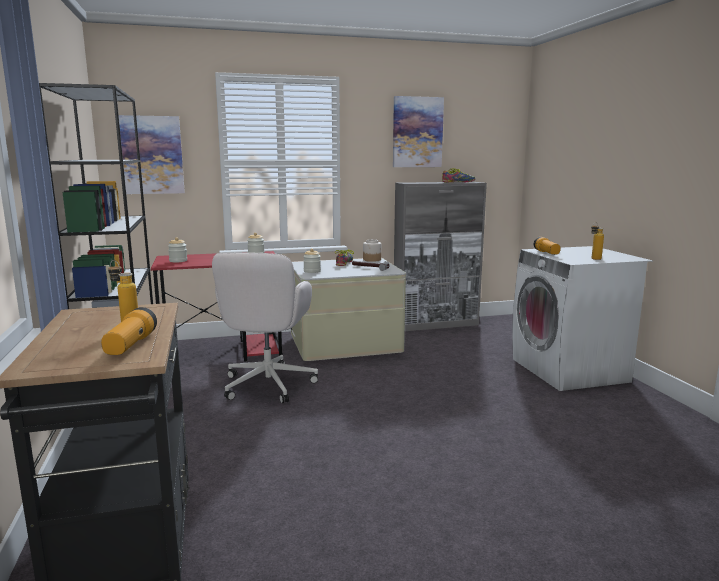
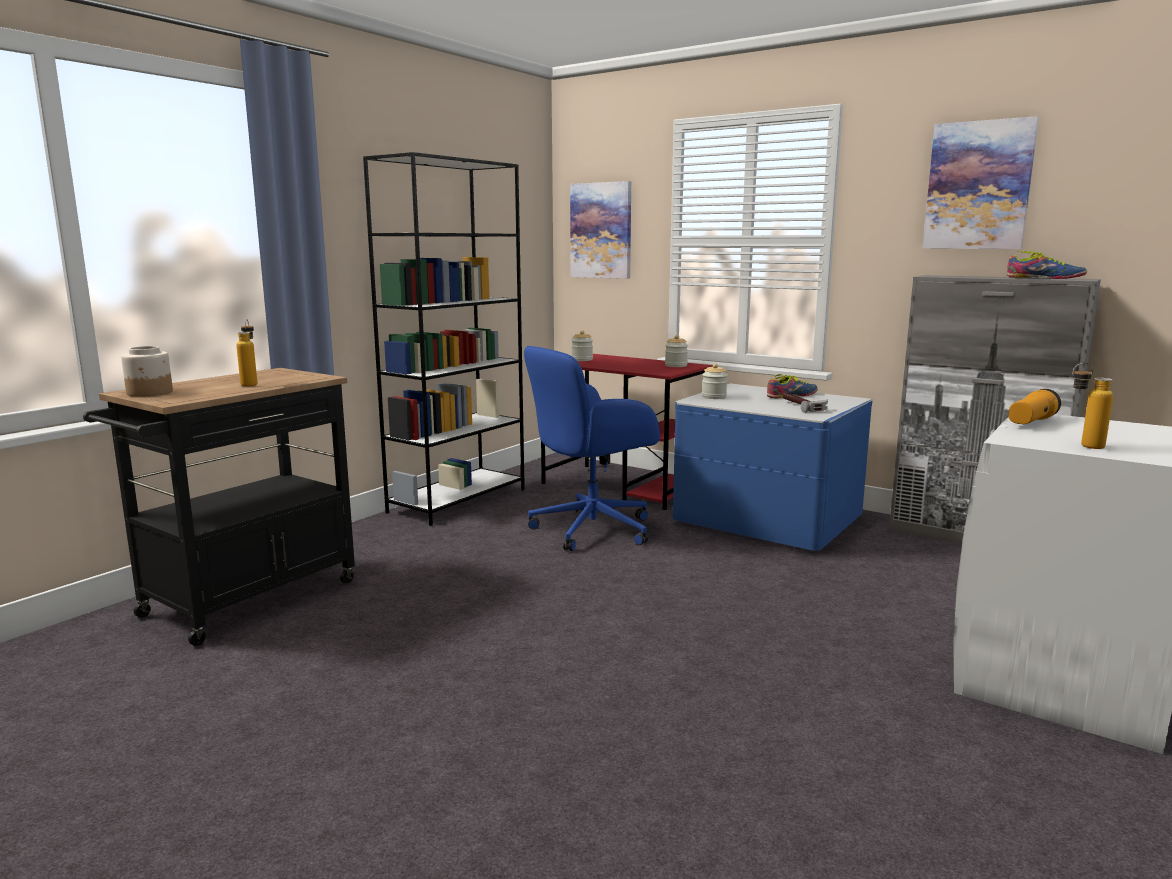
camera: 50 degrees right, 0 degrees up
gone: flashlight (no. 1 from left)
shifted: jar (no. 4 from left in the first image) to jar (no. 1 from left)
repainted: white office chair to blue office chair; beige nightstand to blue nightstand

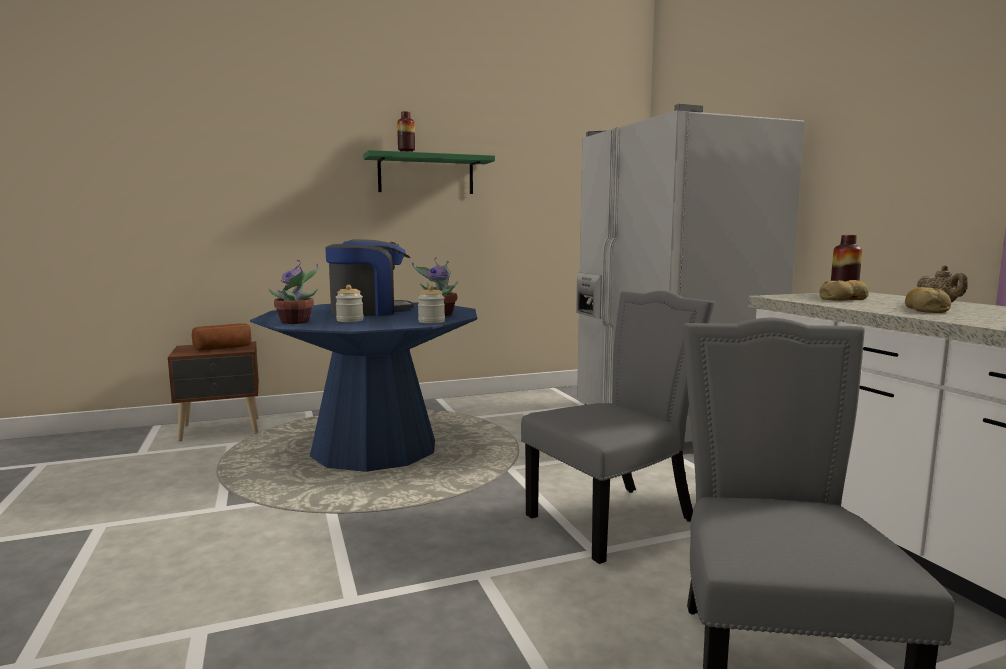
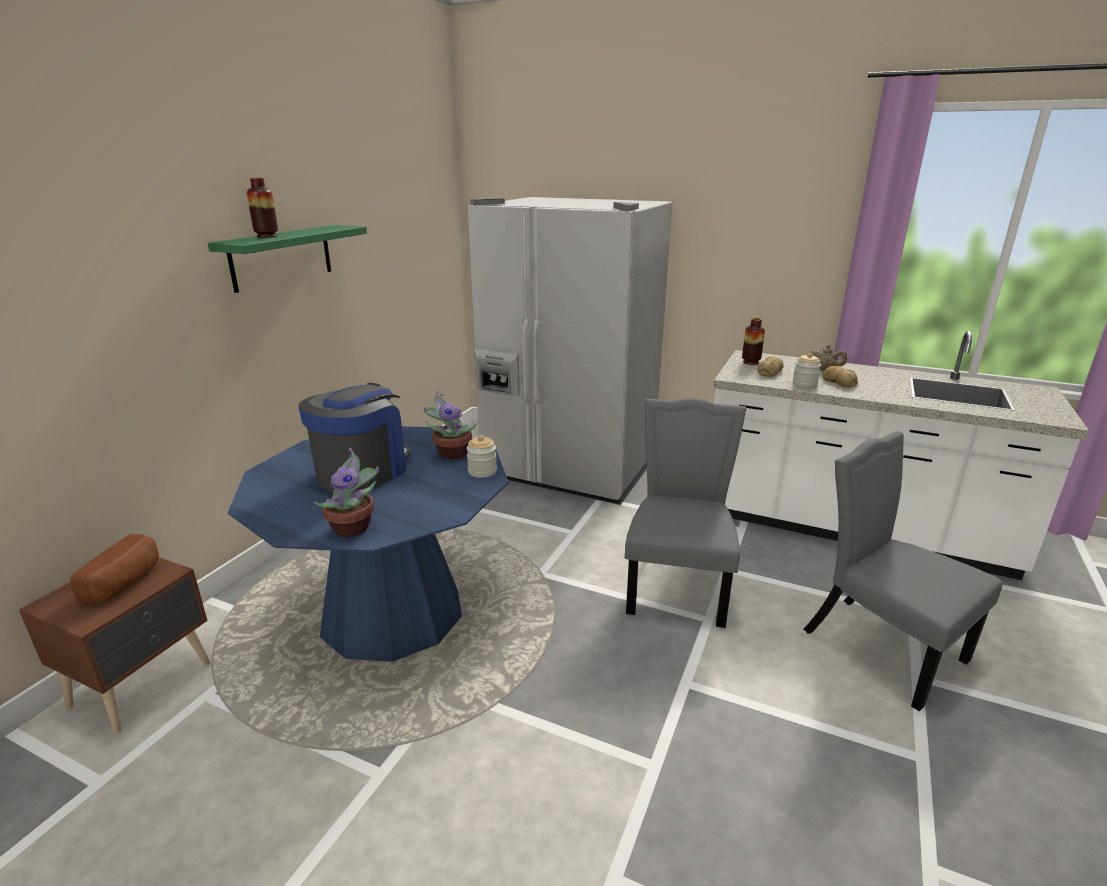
camera: 45 degrees left, 15 degrees up
shifted: jar (no. 1 from left in the first image) to jar (no. 2 from left)

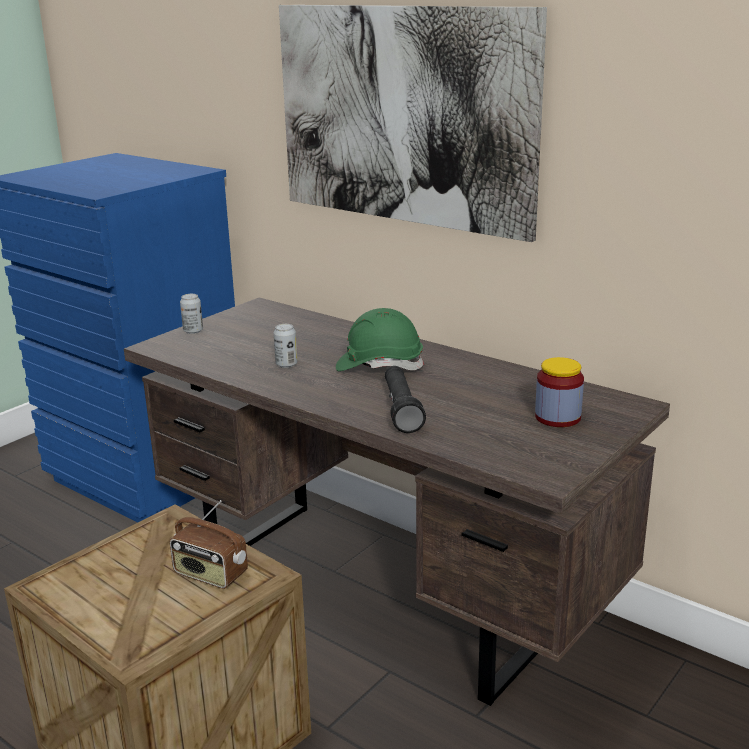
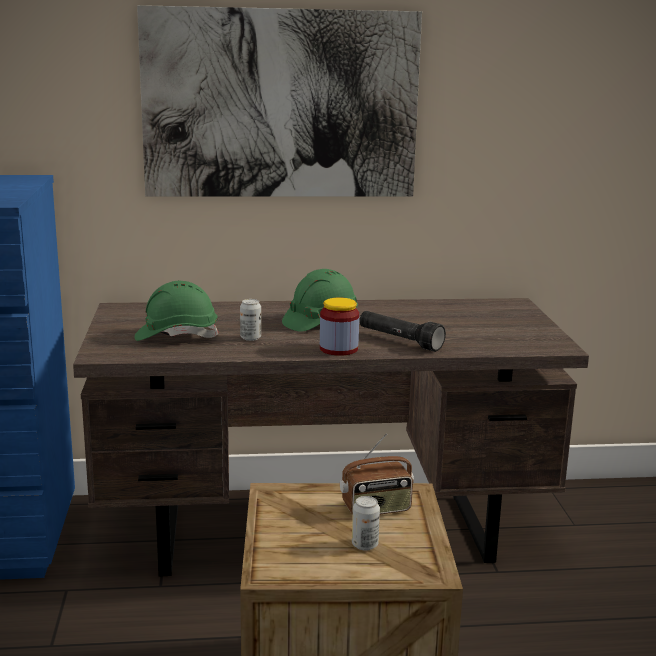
camera: 45 degrees left, 5 degrees down
new: green hard hat (no. 1 from left)
shifted: jar; can (no. 1 from left in the first image) to can (no. 2 from left)

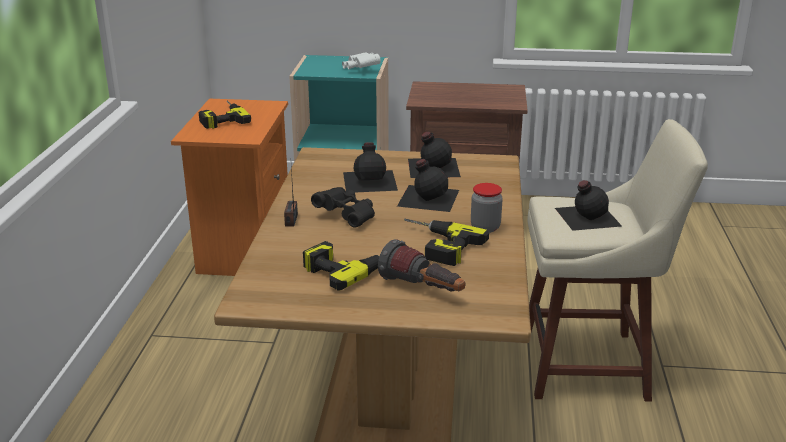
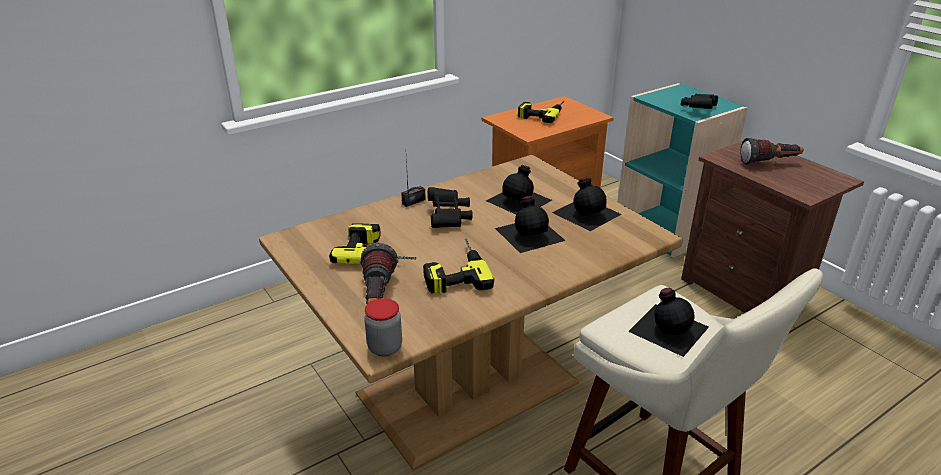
camera: 50 degrees right, 5 degrees up
new: flashlight (no. 2 from left)
shifted: jar
repainted: white binoculars to black binoculars (no. 2 from left)

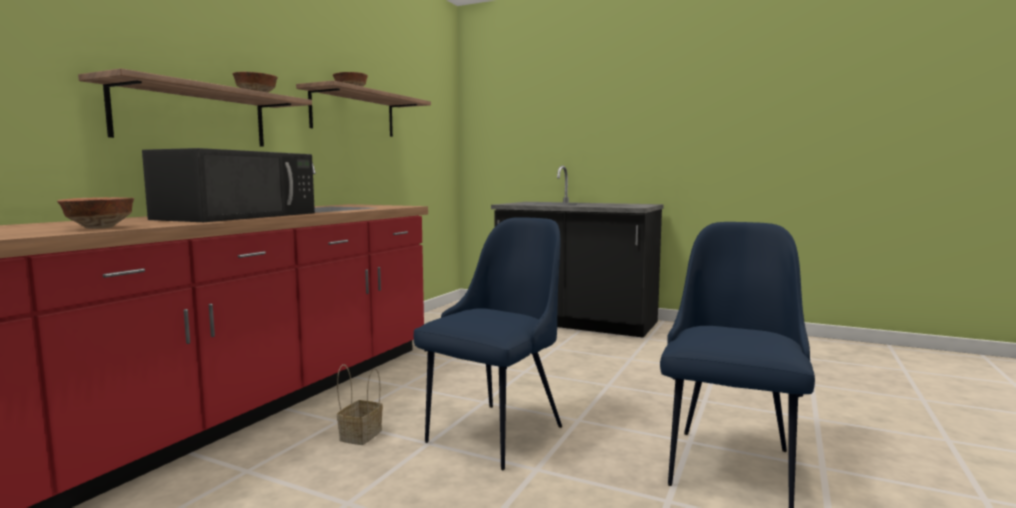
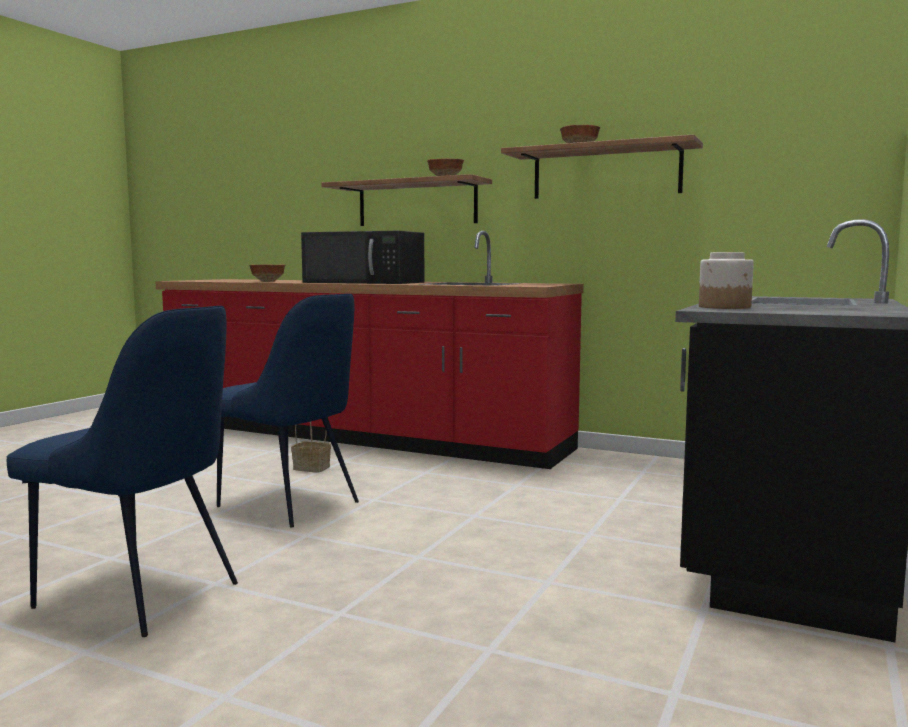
camera: 90 degrees right, 0 degrees up
new: jar

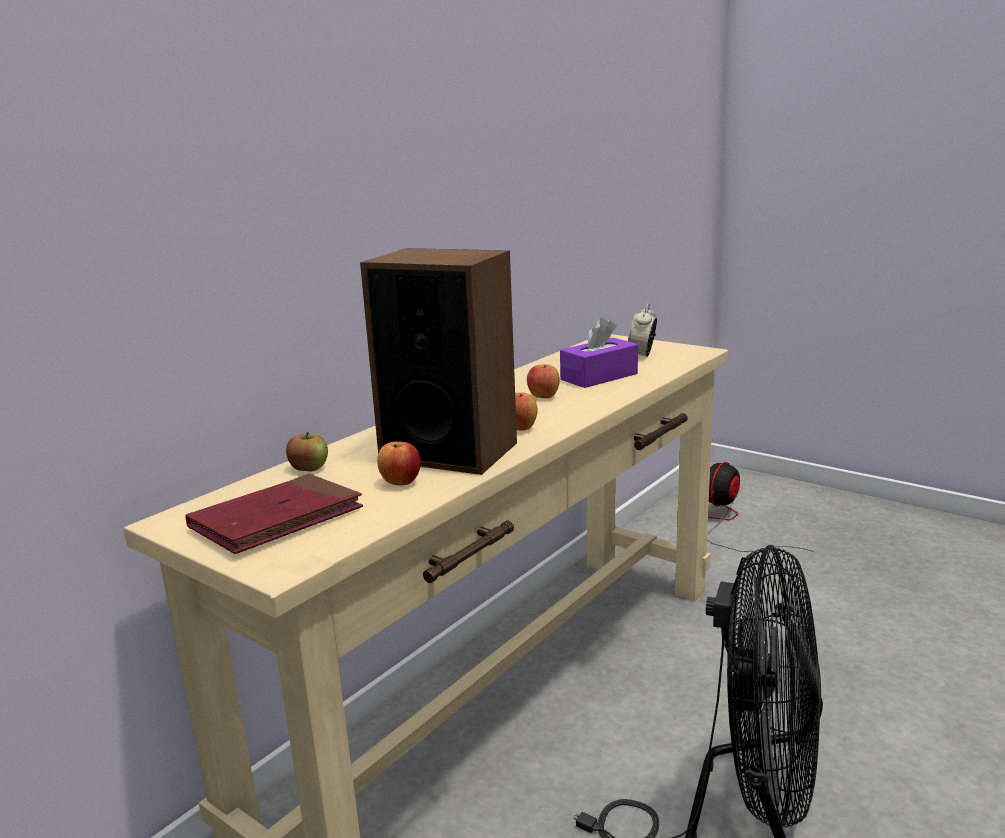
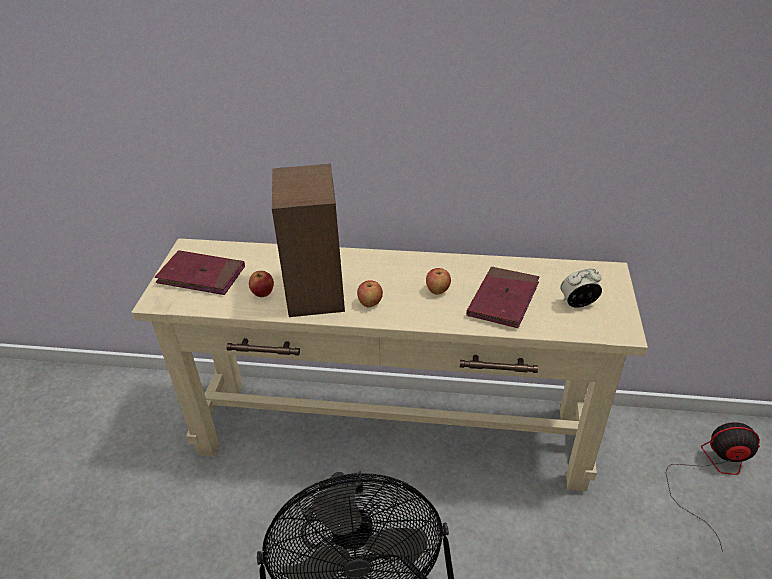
camera: 60 degrees right, 20 degrees up
gone: apple (no. 1 from left)
swapped: purple tissue box to red book (no. 2 from left)

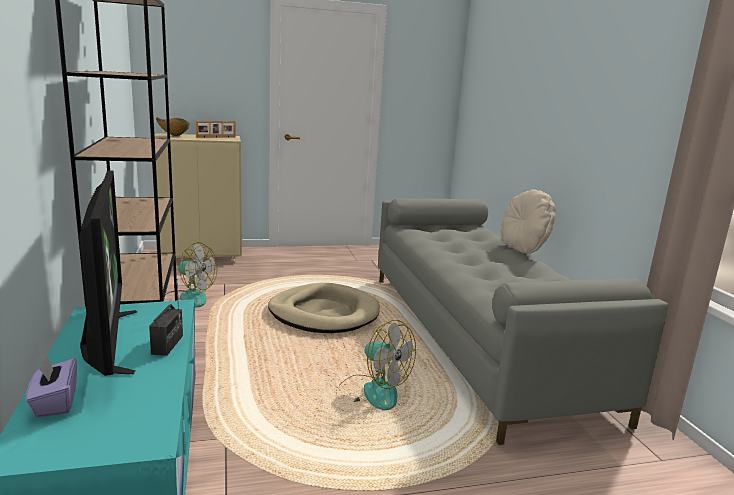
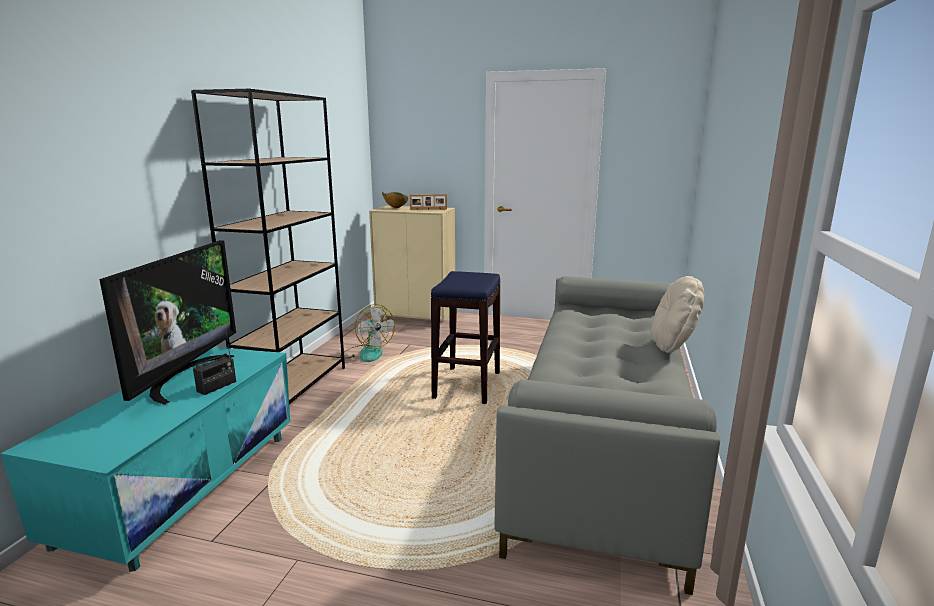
camera: 30 degrees right, 0 degrees up
gone: purple tissue box; fan (no. 2 from left)
swapped: beige dog bed to stool

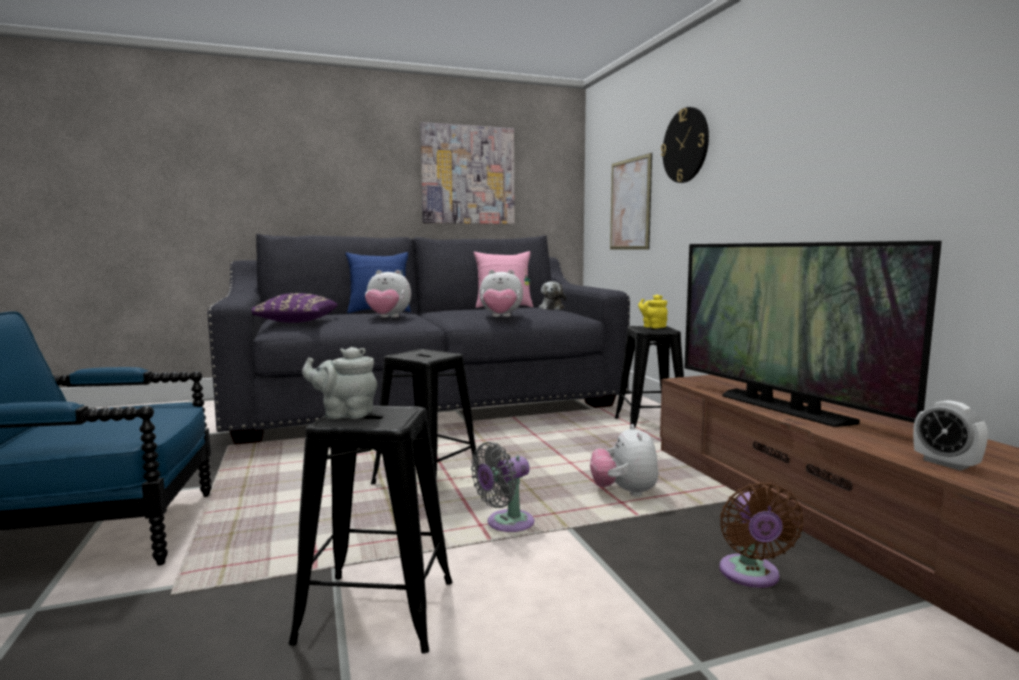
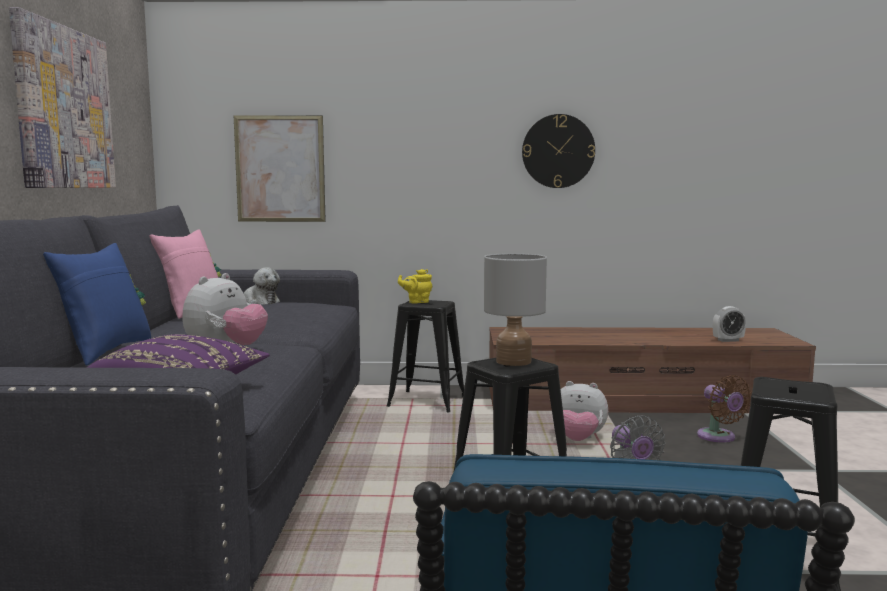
camera: 70 degrees left, 0 degrees up
gone: grey teapot; plush toy (no. 2 from left); television
new: grey table lamp
shifted: wall clock
rotated: brown fan 45 degrees clockwise

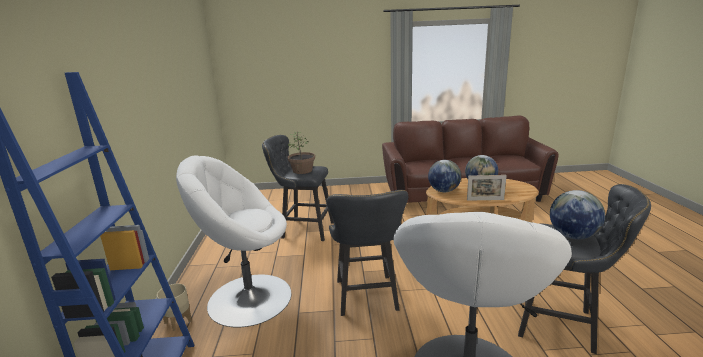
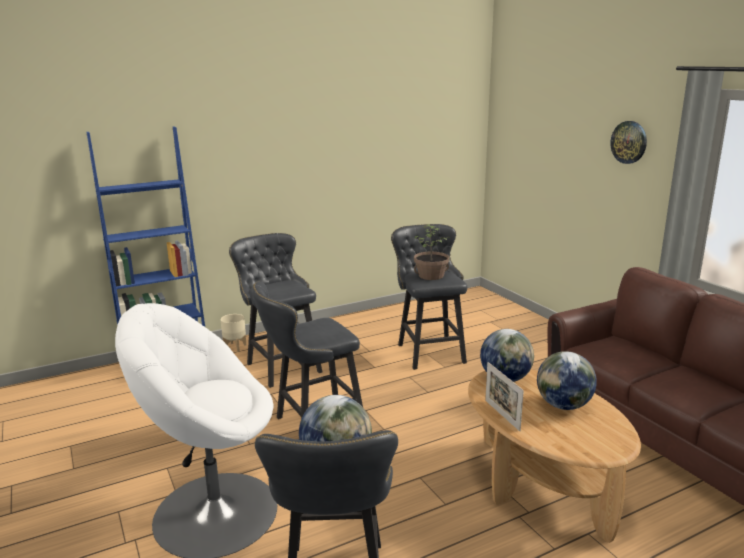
camera: 65 degrees right, 0 degrees up
new: wall clock
swapped: white armchair (no. 1 from left) to grey stool (no. 1 from left)

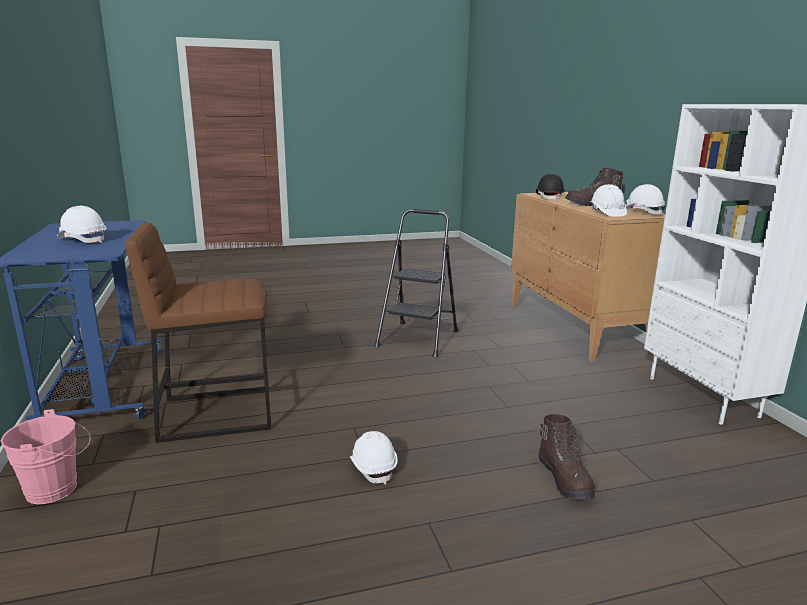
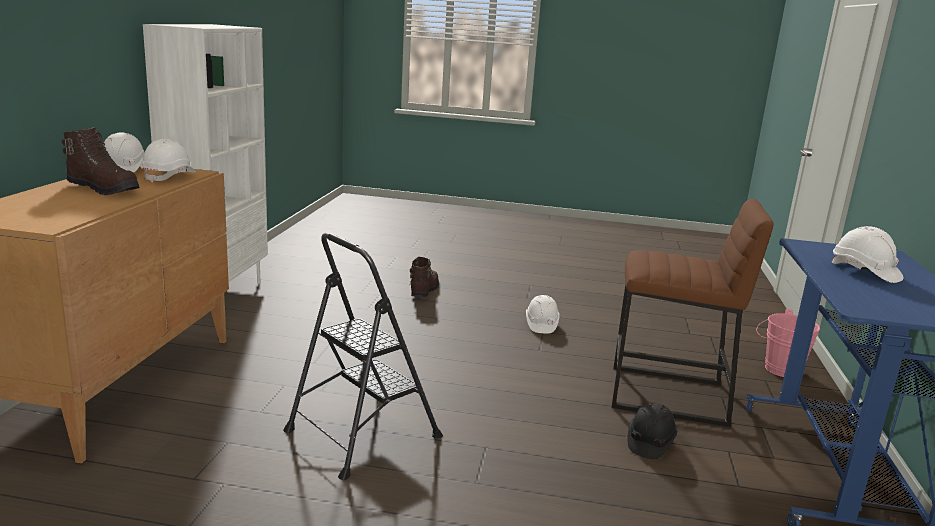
camera: 155 degrees left, 0 degrees up
shifted: black hard hat

